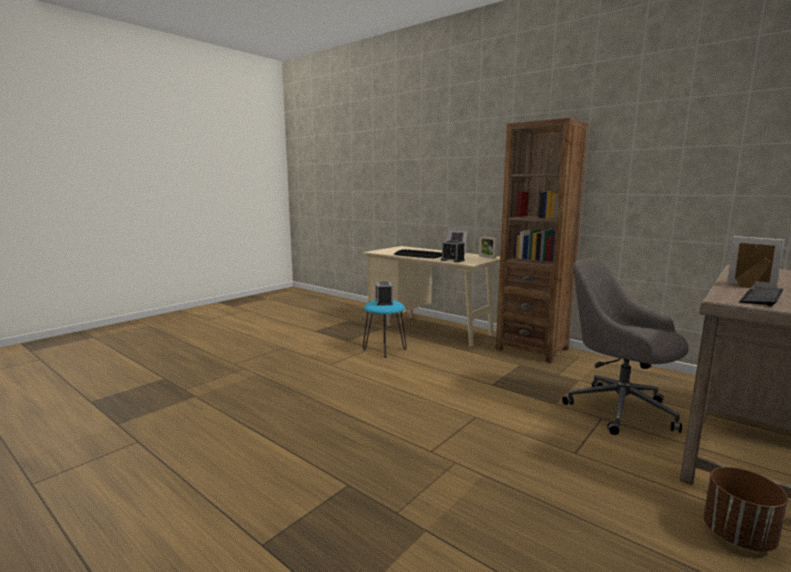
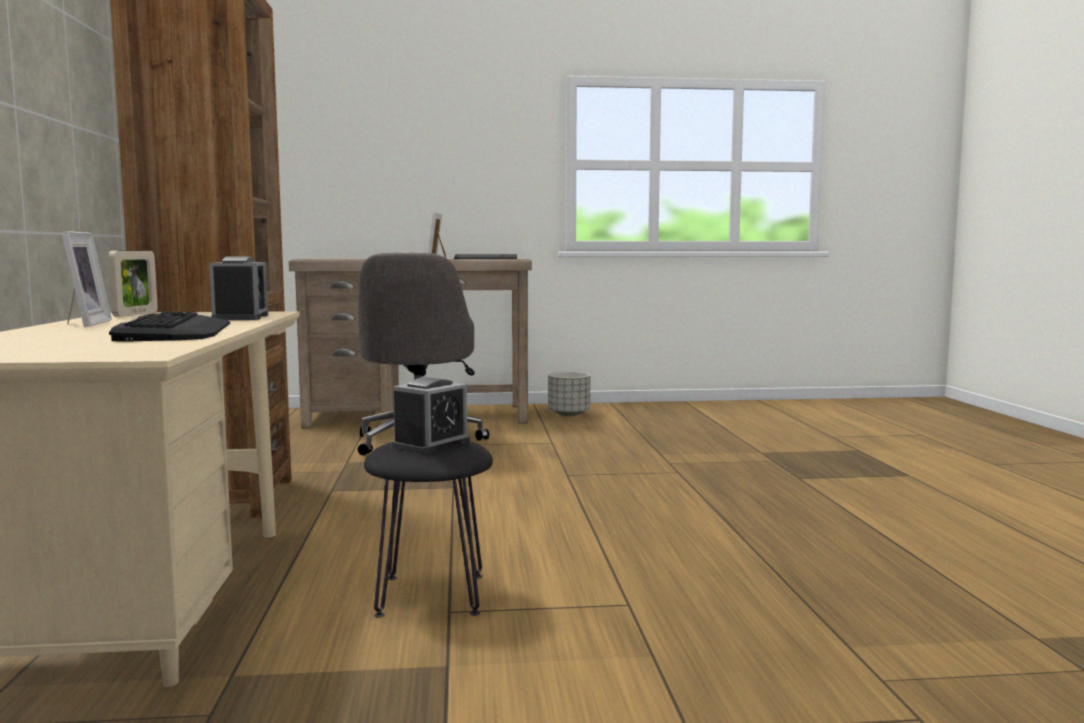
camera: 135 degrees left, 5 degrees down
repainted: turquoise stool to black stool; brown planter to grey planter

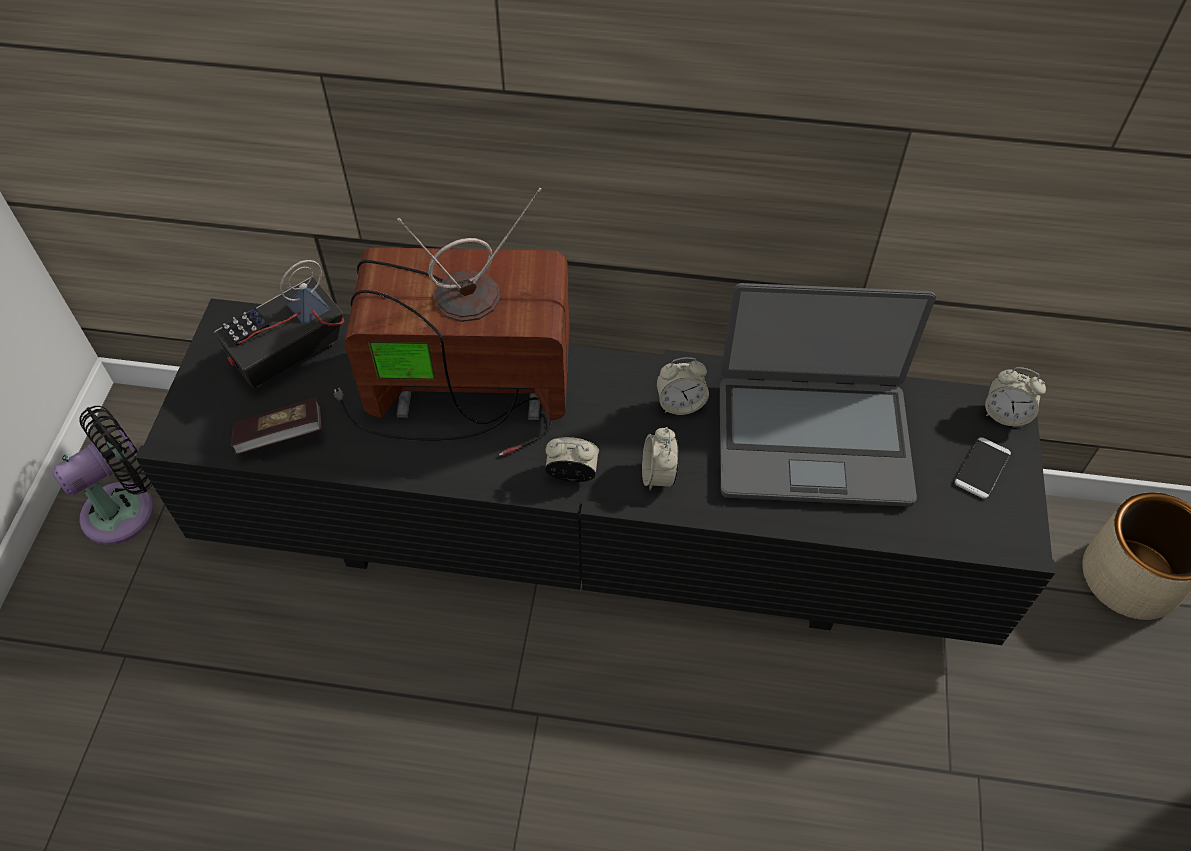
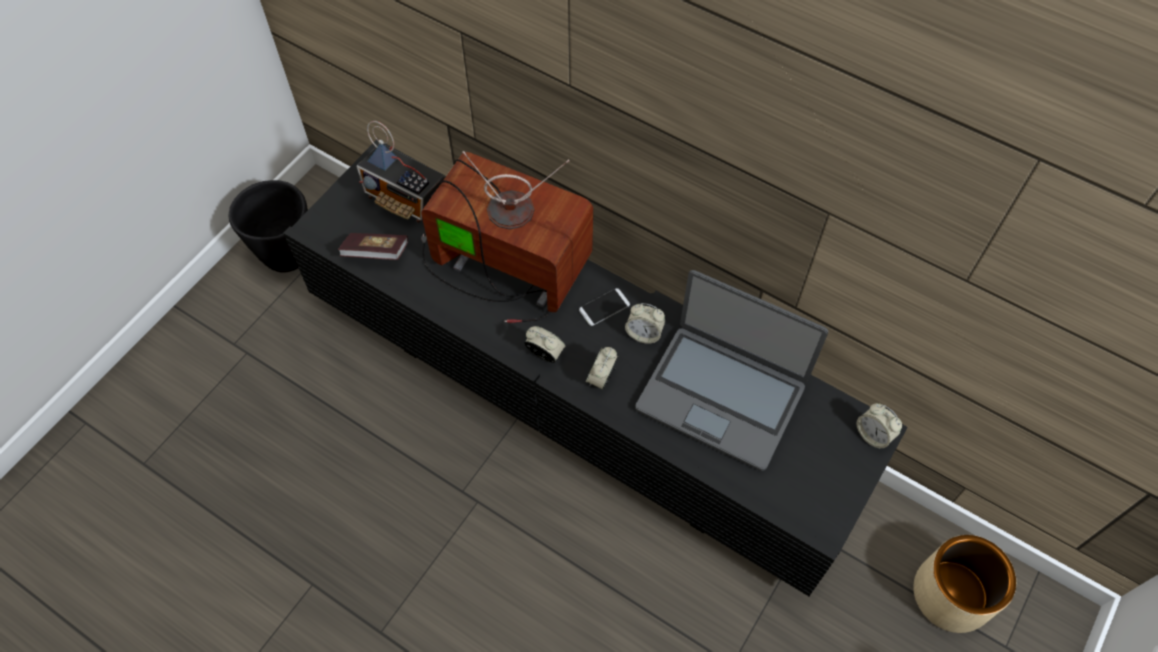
camera: 25 degrees right, 5 degrees up
shifted: phone
swapped: black fan to black planter
rotated: radio 135 degrees counterclockwise

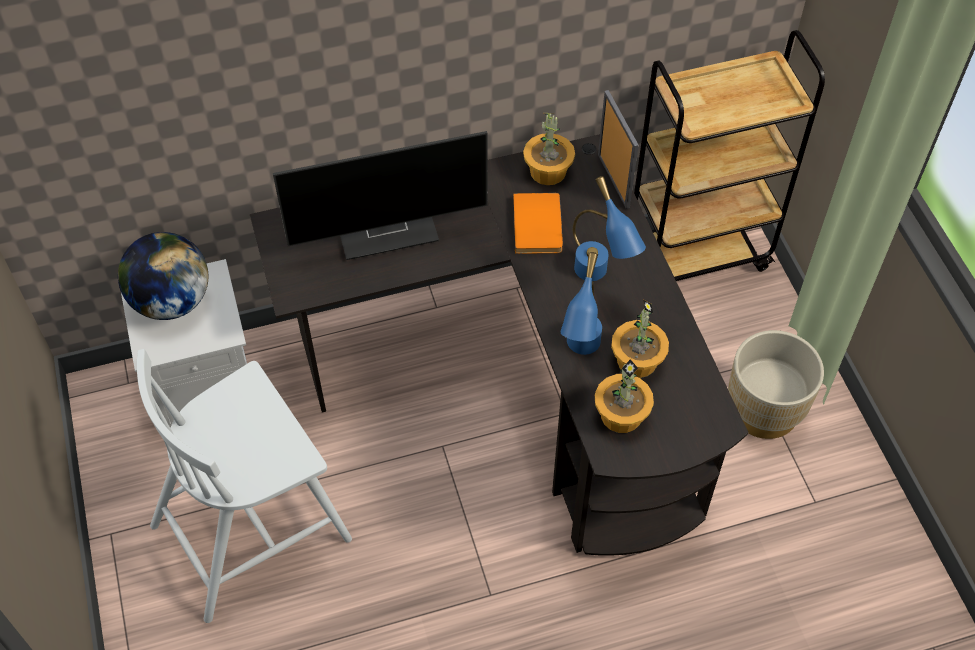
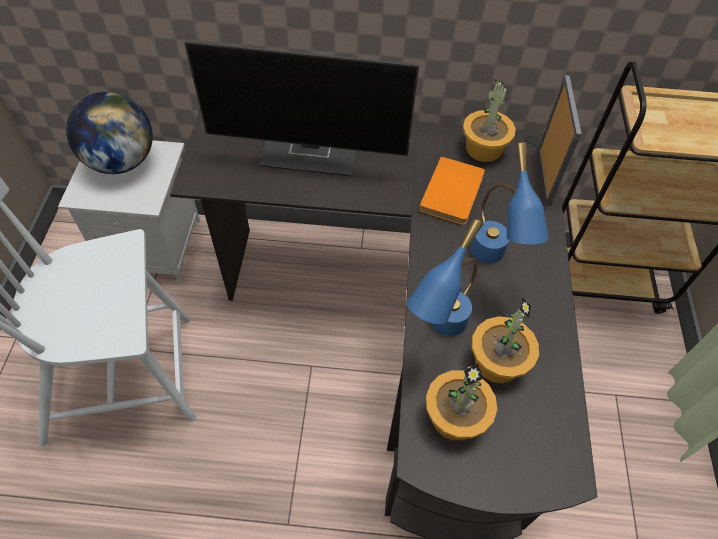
camera: 20 degrees right, 0 degrees up
gone: beige planter

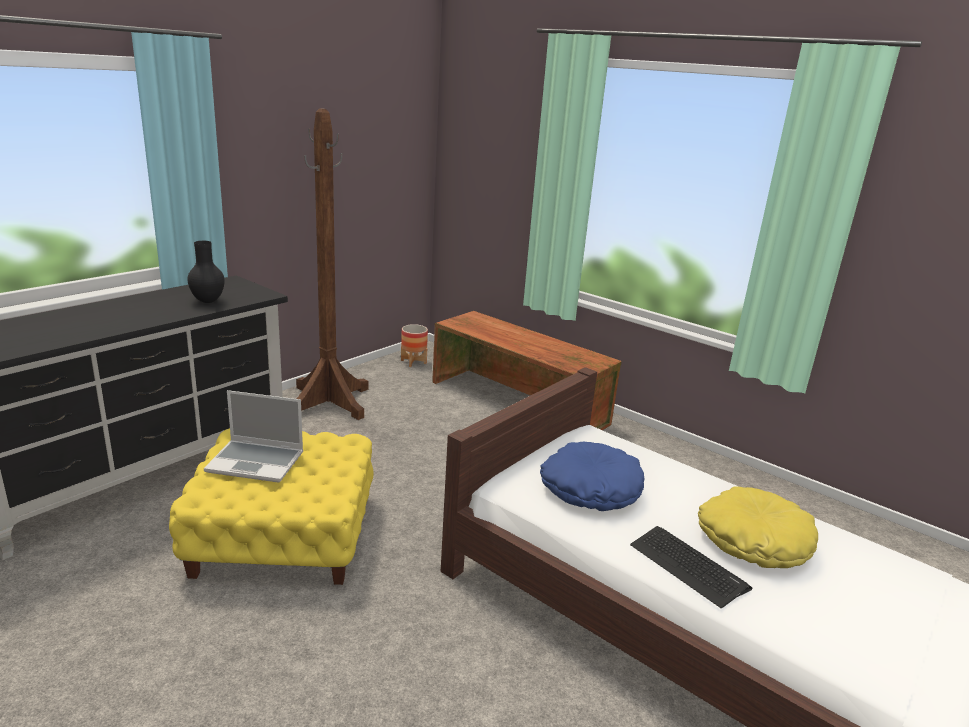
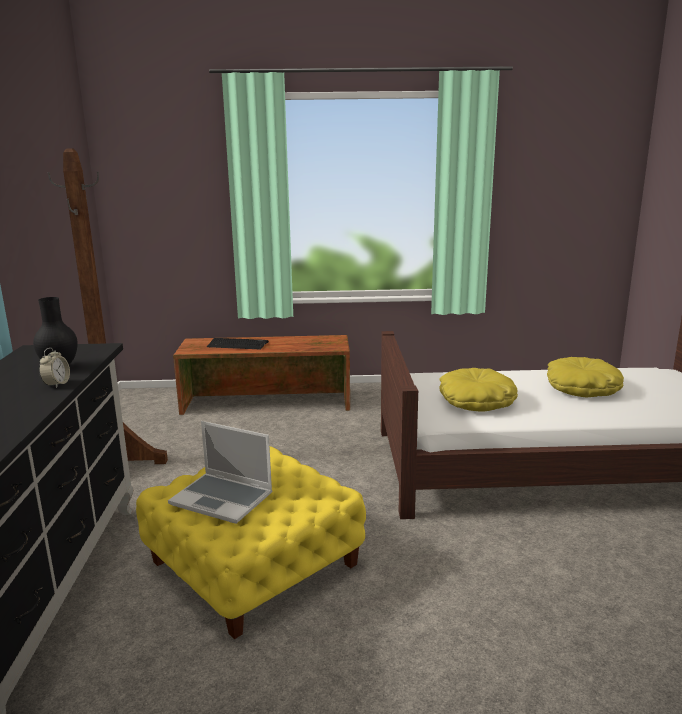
camera: 40 degrees left, 5 degrees down
gone: planter
new: alarm clock
shifted: keyboard
repainted: blue pillow to yellow pillow (no. 1 from left)
rotated: laptop 60 degrees clockwise

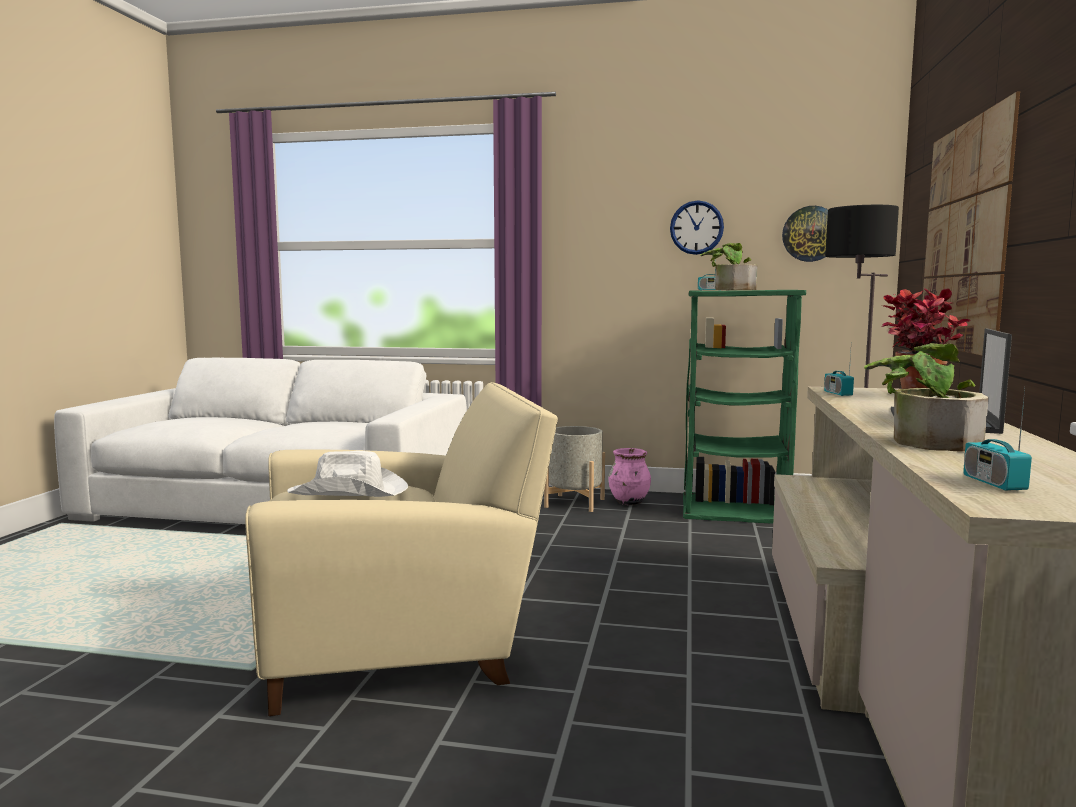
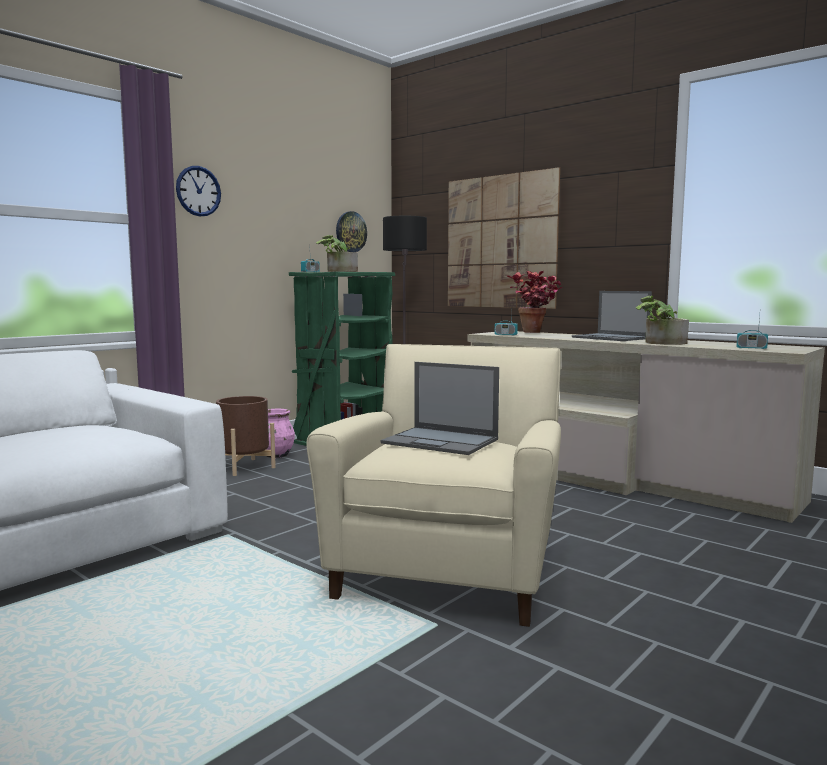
camera: 60 degrees left, 0 degrees up
shifted: wall clock (no. 1 from left)
swapped: white hat to laptop (no. 1 from left)
repainted: grey planter to brown planter

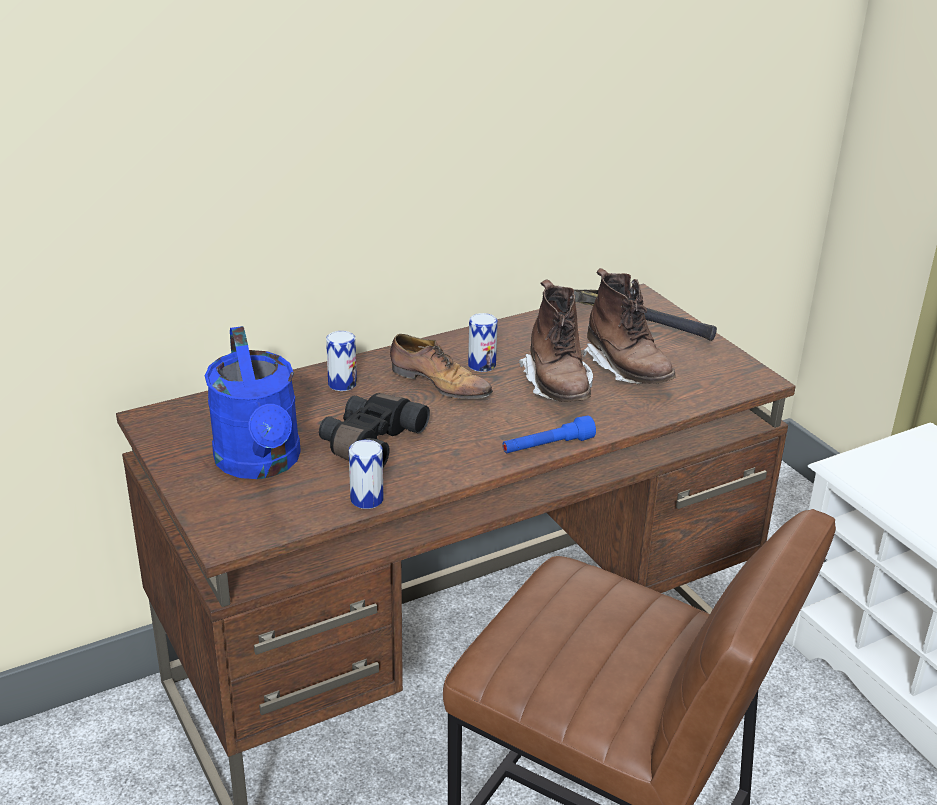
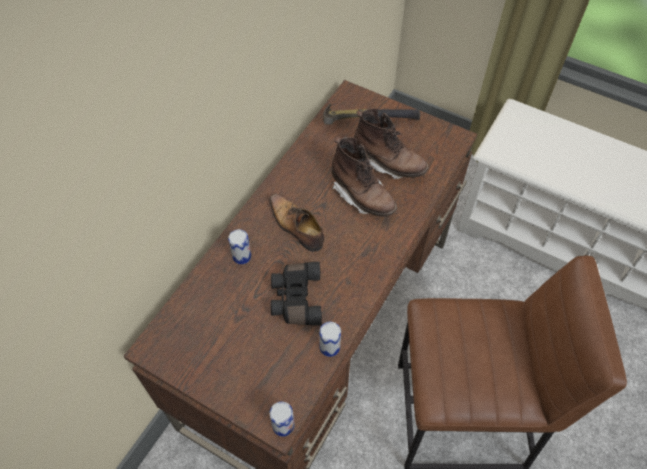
camera: 30 degrees left, 25 degrees up
gone: blue watering can; blue flashlight
shifted: can (no. 3 from left in the first image) to can (no. 2 from left)
rotated: shoe 135 degrees counterclockwise

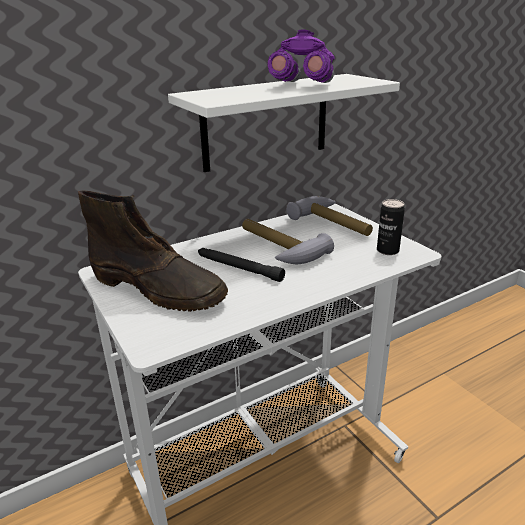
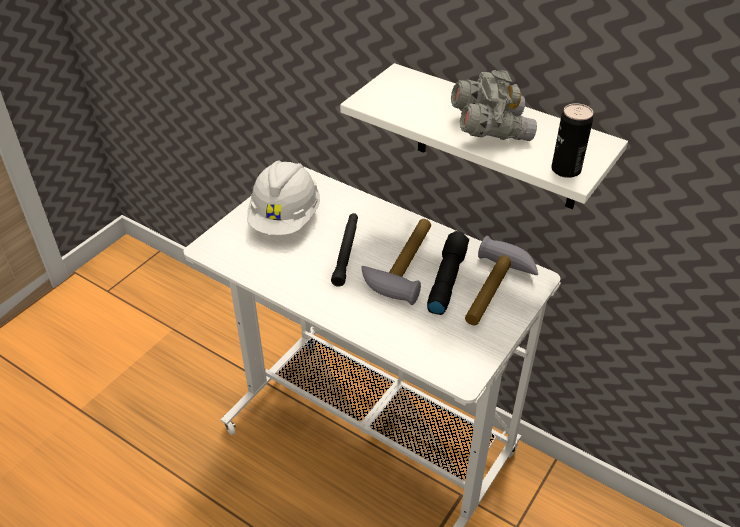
camera: 65 degrees right, 15 degrees up
new: black flashlight (no. 2 from left)
shifted: can
swapped: brown boot to white hard hat
repainted: purple binoculars to grey binoculars

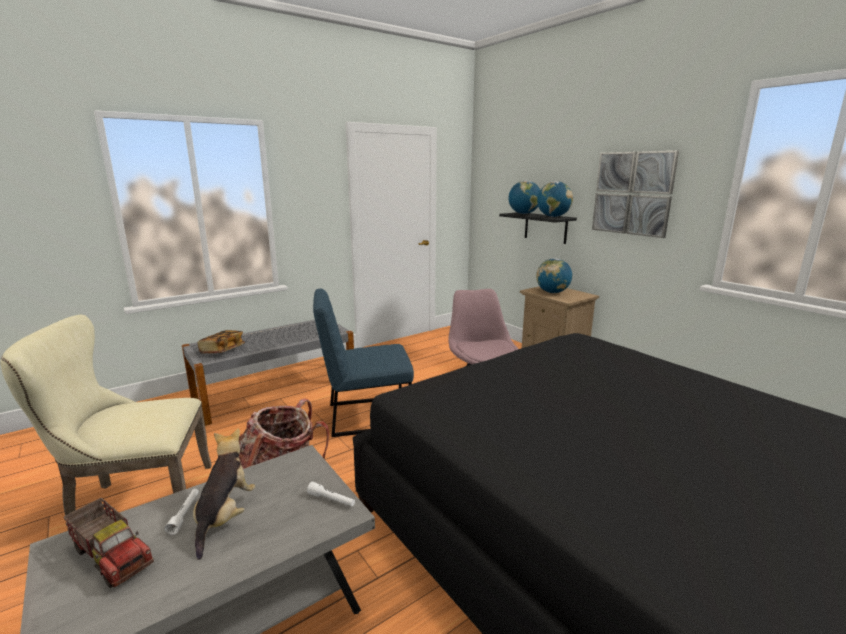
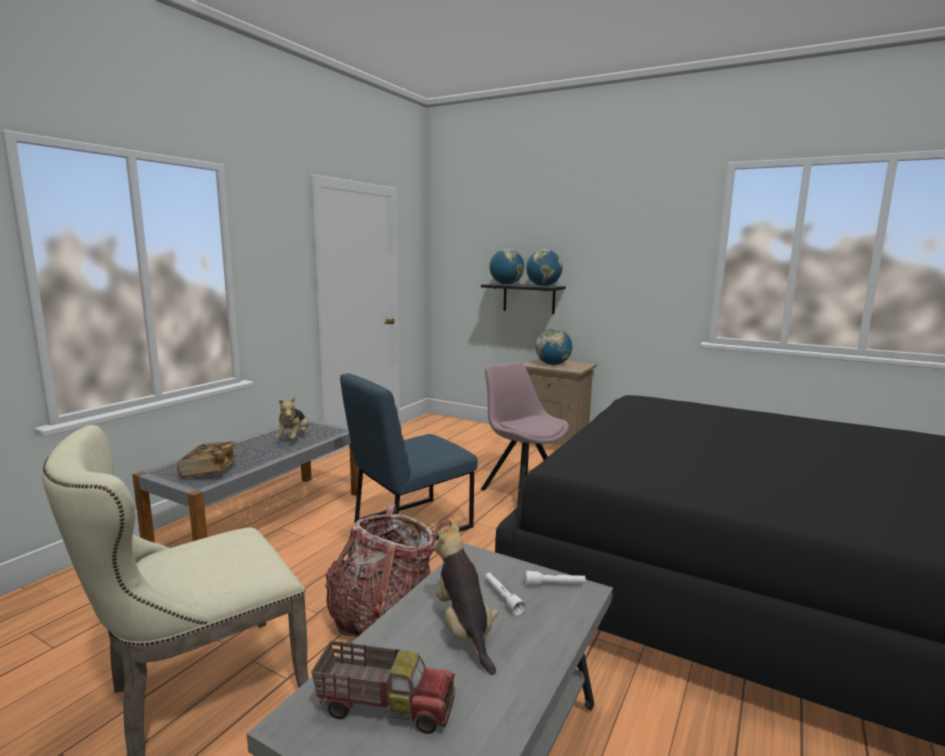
camera: 25 degrees left, 5 degrees down
gone: picture
new: plush toy (no. 1 from left)
shifted: white flashlight (no. 1 from left)

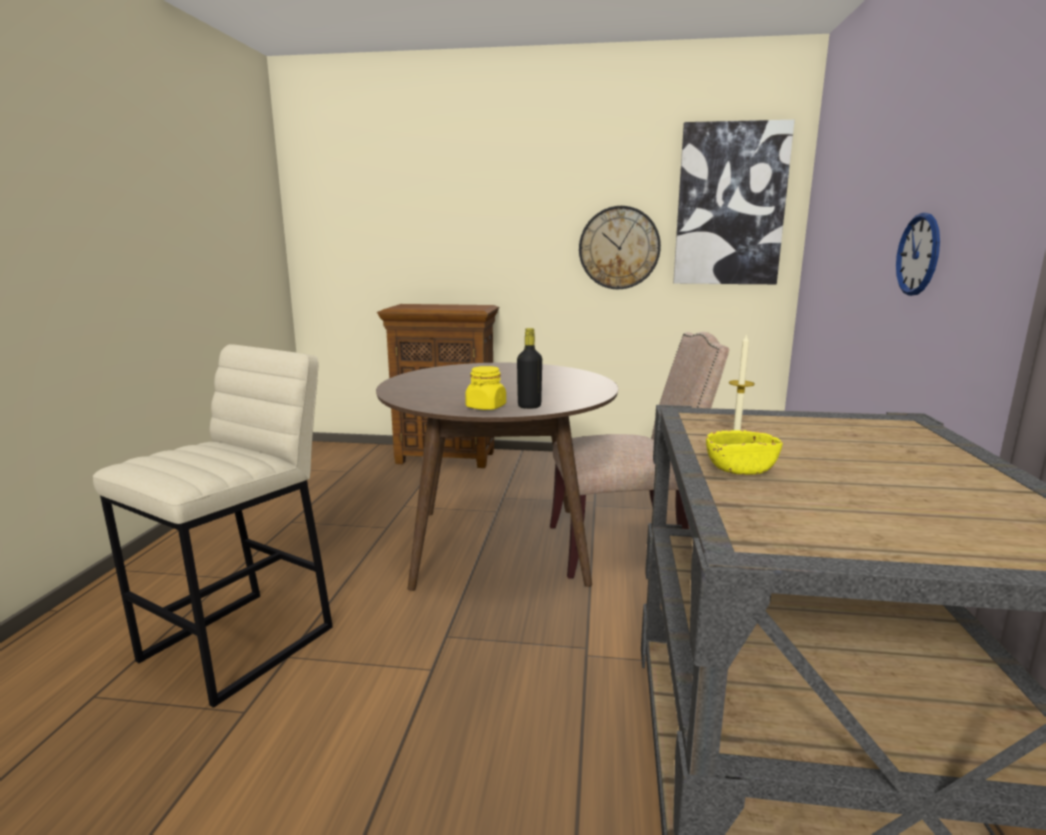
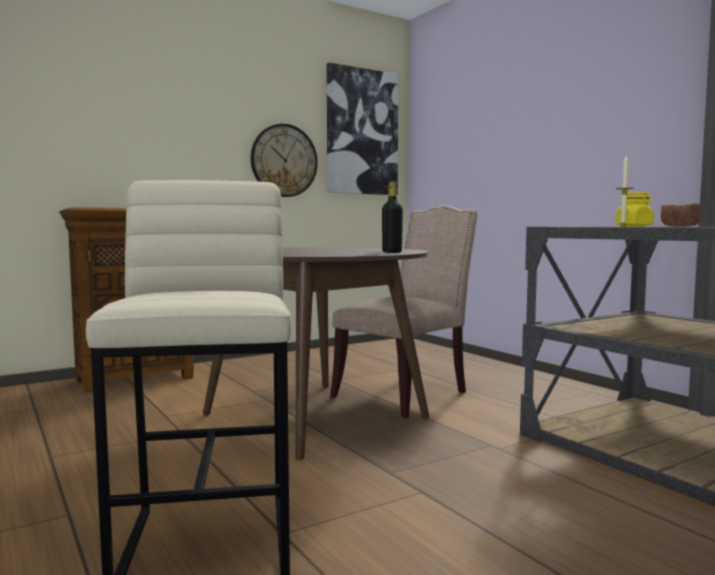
camera: 40 degrees left, 10 degrees down
gone: wall clock (no. 2 from left)
shifted: yellow jar
repainted: yellow bowl to brown bowl

